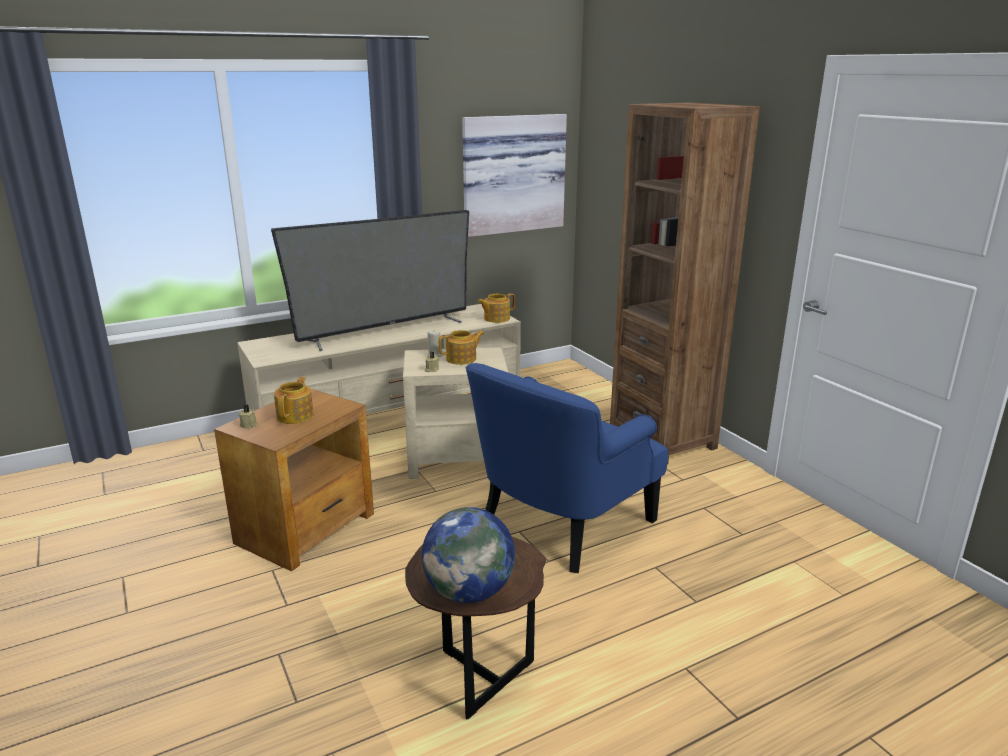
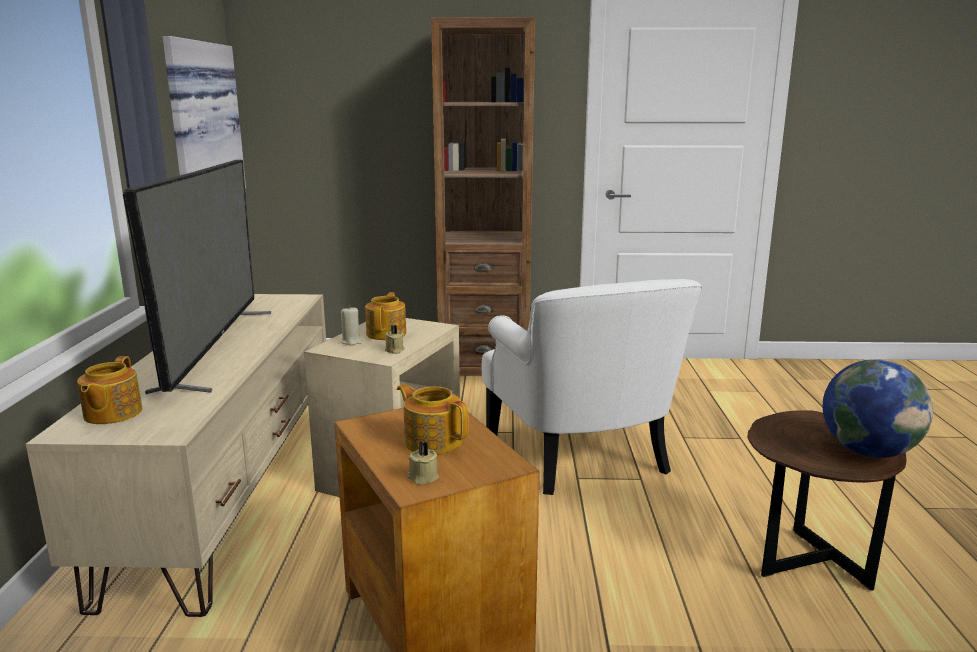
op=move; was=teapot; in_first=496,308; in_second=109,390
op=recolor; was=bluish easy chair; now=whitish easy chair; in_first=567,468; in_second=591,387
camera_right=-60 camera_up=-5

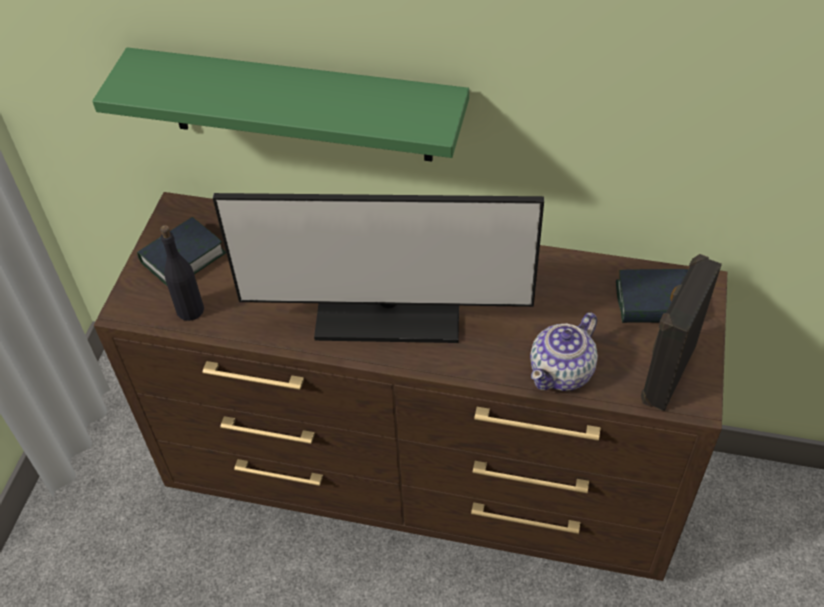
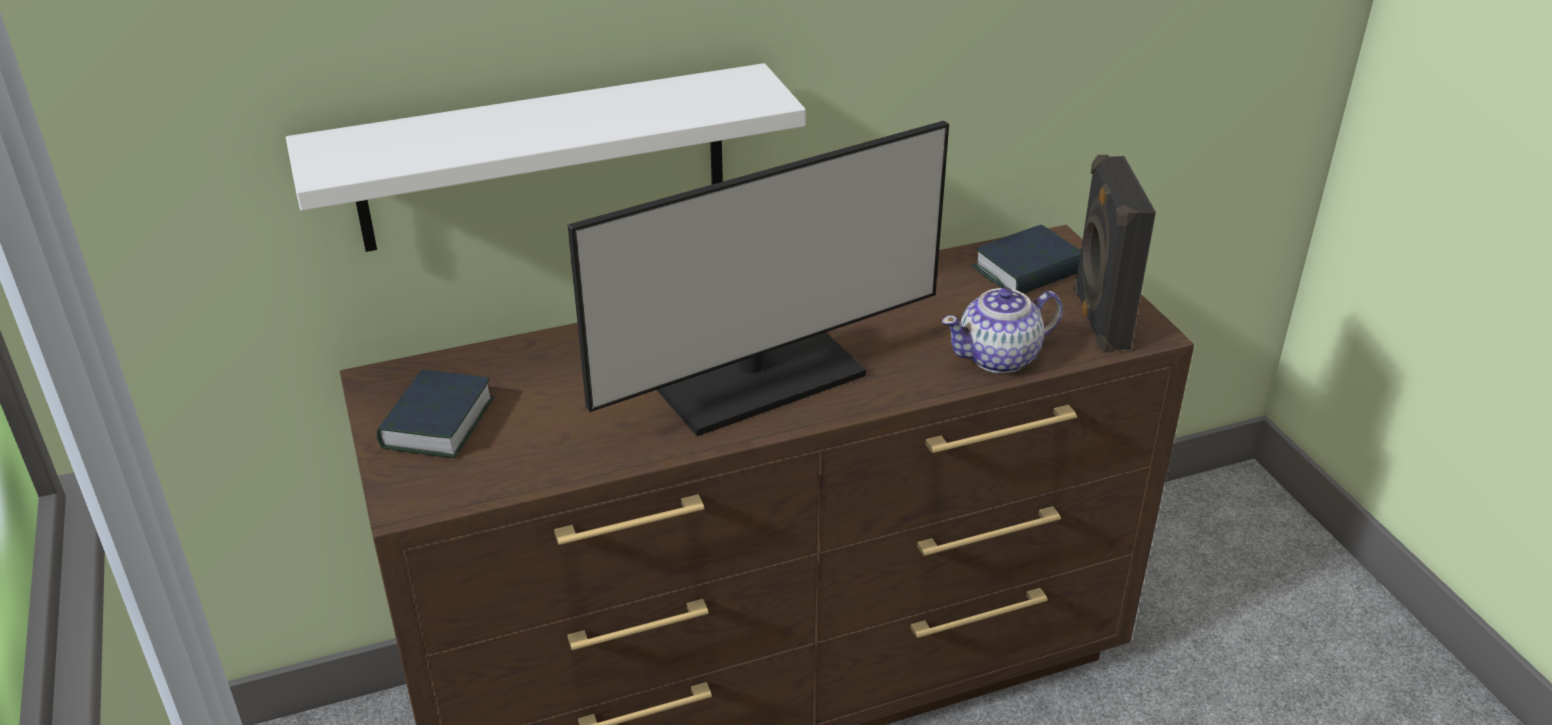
op=recolor; was=greenish shelf; now=whitish shelf; in_first=280,104; in_second=546,157
op=delete; was=black-coloured bottle; in_first=182,273
op=rotate; was=teapot; in_first=564,352; in_second=1002,330; clockwise=60
camera_right=-35 camera_up=-15

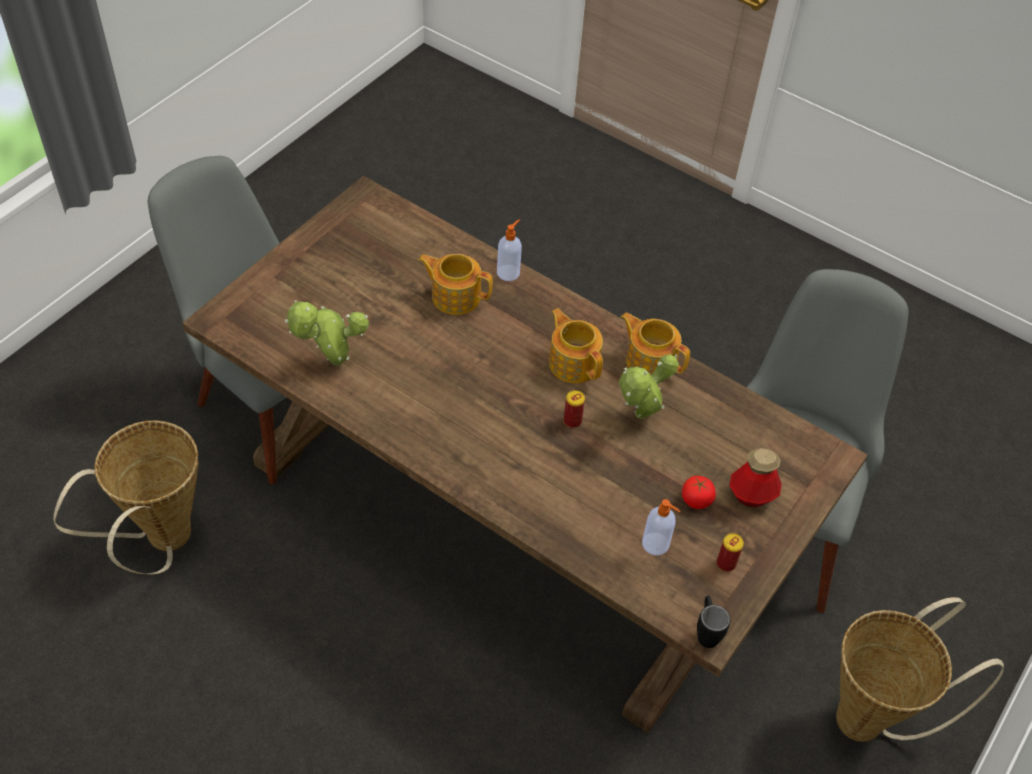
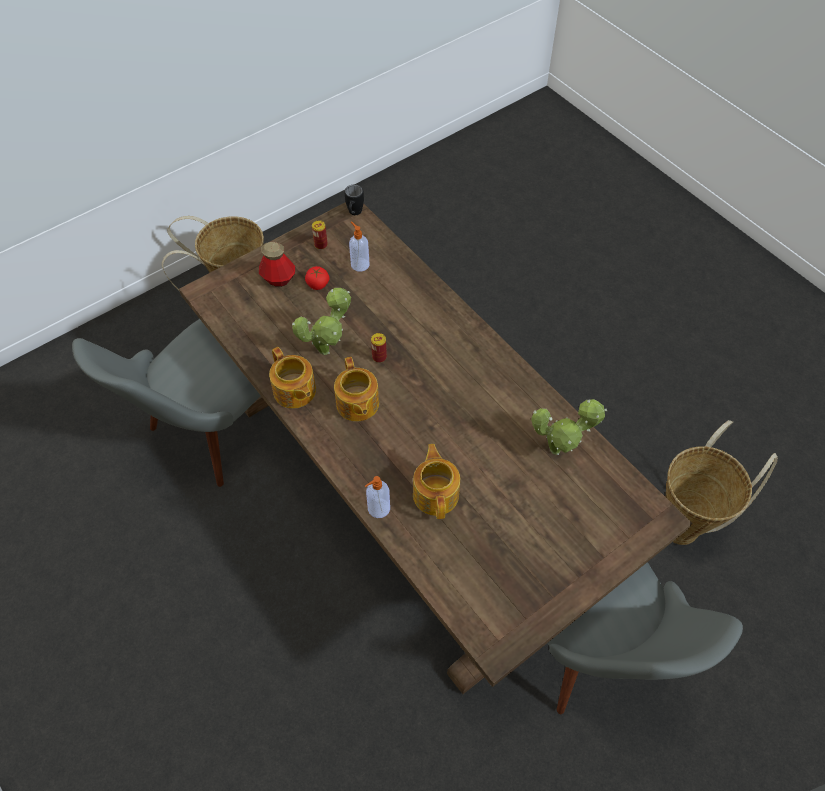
op=rotate; was=teapot; in_first=455,284; in_second=436,481; clockwise=-135
camera_right=-160 camera_up=5

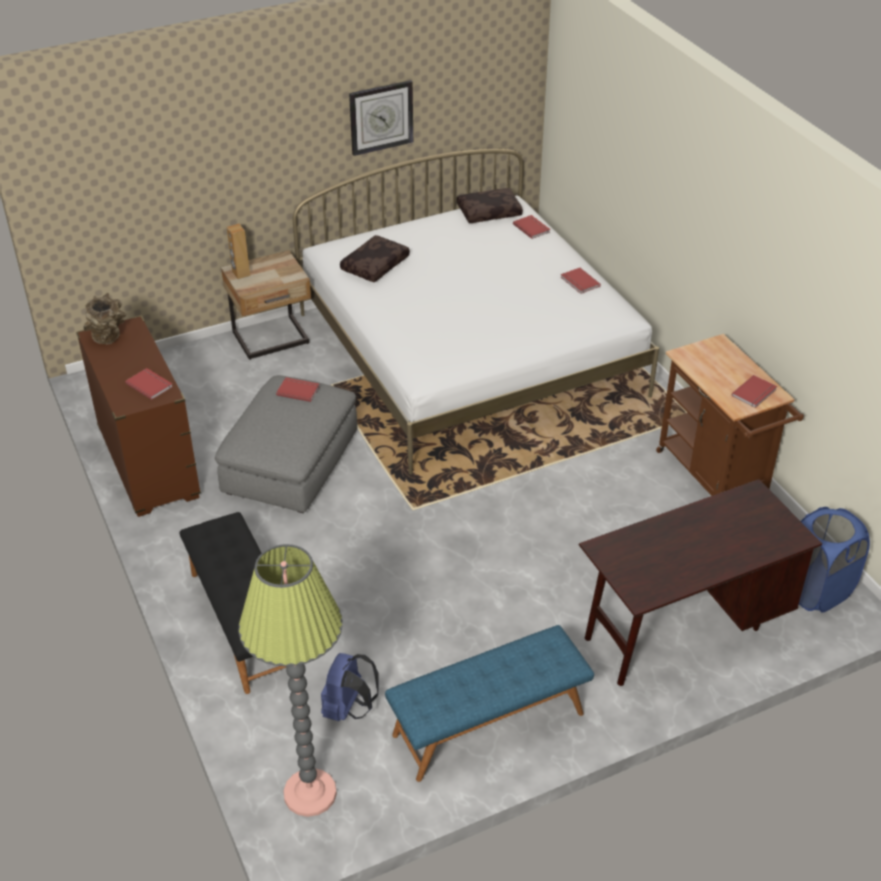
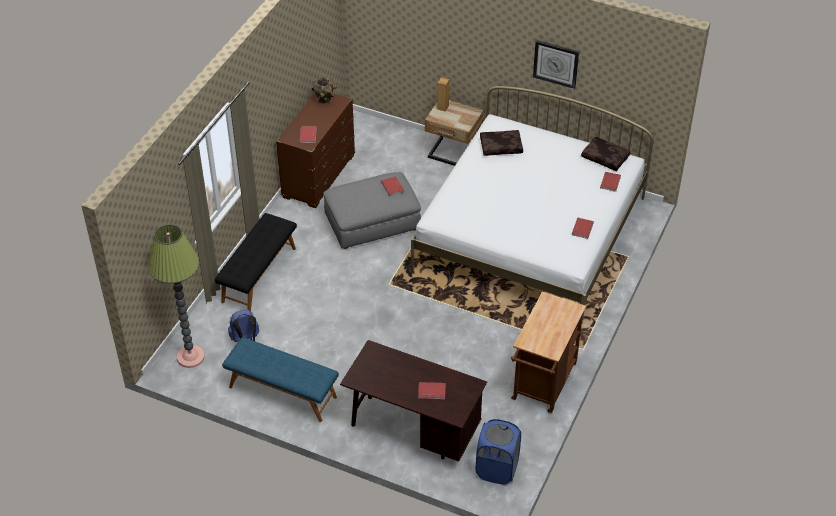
op=move; was=red-coloured bound book; in_first=754,391; in_second=432,390
camera_right=50 camera_up=5

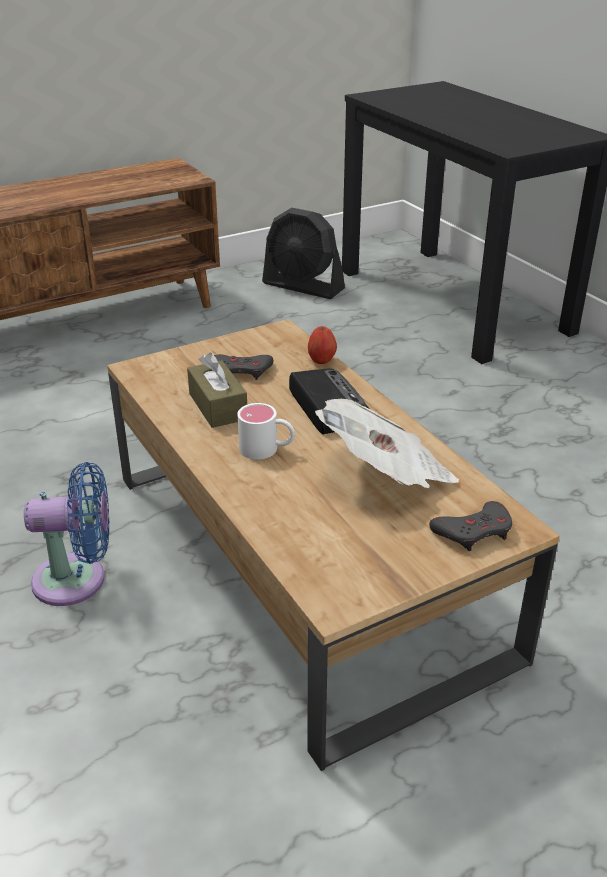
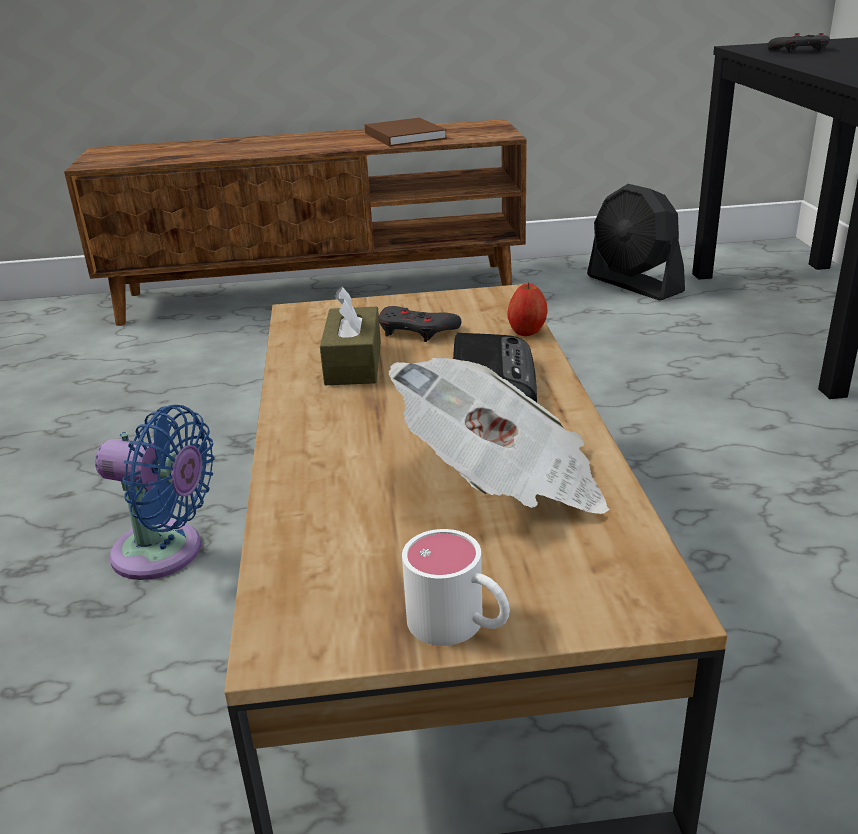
op=move; was=whitish tea mug; in_first=266,431; in_second=456,587
op=move; was=greyish gamepad; in_first=470,526; in_second=798,43
op=insert; now=brownish bound book; in_second=405,132
camera_right=25 camera_up=-5

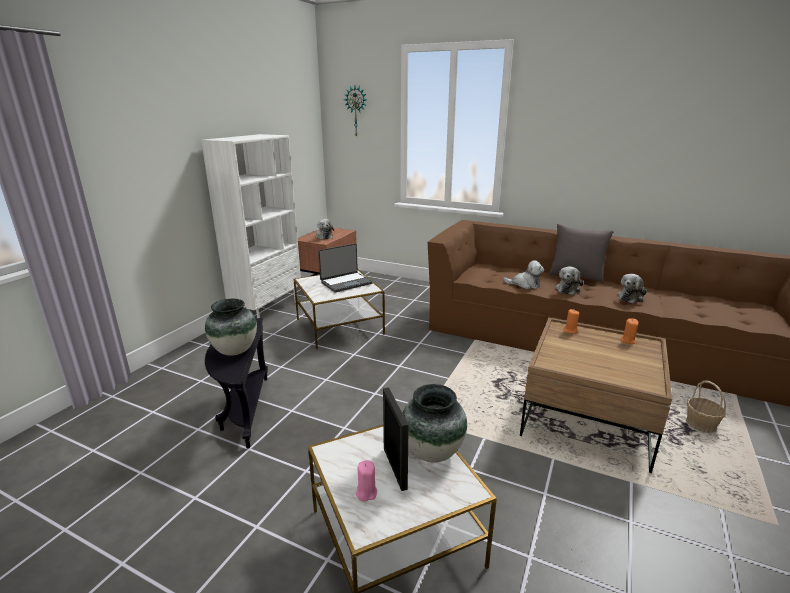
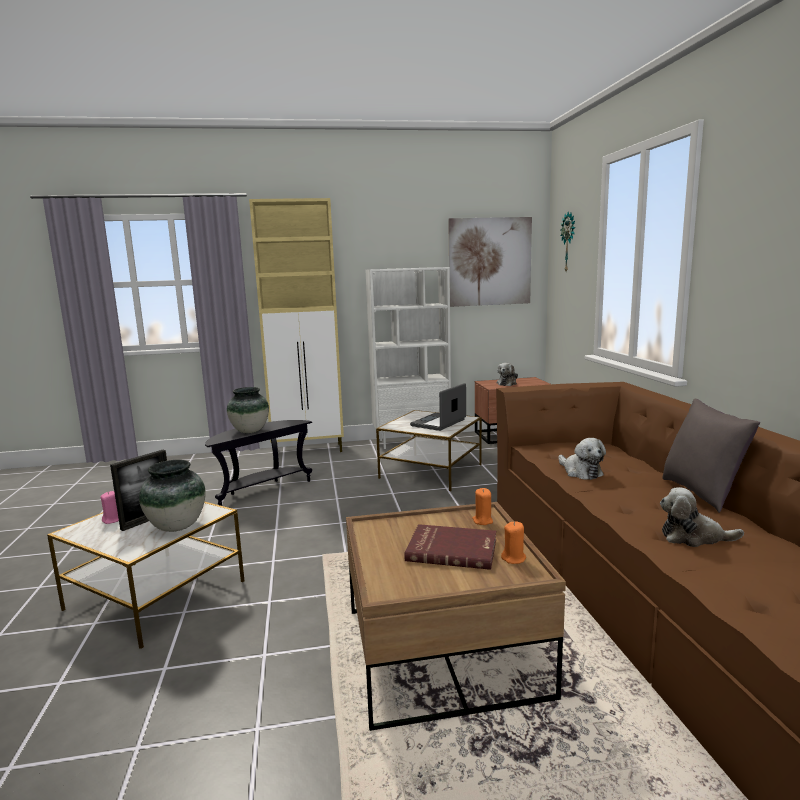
op=rotate; was=notebook computer; in_first=345,267; in_second=438,407; clockwise=105
op=delete; was=cuddly toy; in_first=569,280
op=delete; was=basket; in_first=706,406
op=insert; now=sand-coloured cupboard; in_second=296,325
op=insert; now=picture; in_second=490,262
op=insert; now=red-coloured bound book; in_second=450,547
camera_right=55 camera_up=-10

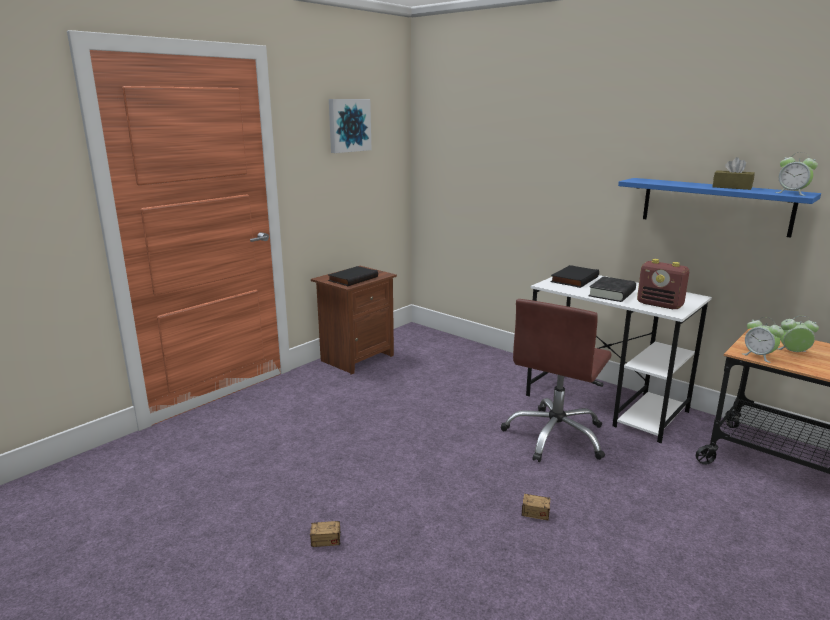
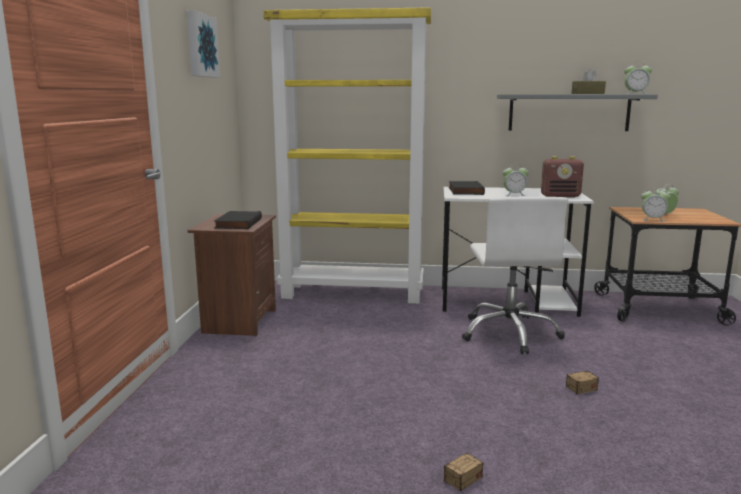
op=recolor; was=bluish shelf; now=greyish shelf; in_first=719,208; in_second=577,112
op=replace; was=black-coloured bound book; now=table clock; in_first=612,289; in_second=515,180
op=recolor; was=brownish office chair; now=whitish office chair; in_first=556,380; in_second=515,275
op=insert; now=yellow shelving unit; in_second=347,155
camera_right=-35 camera_up=-5

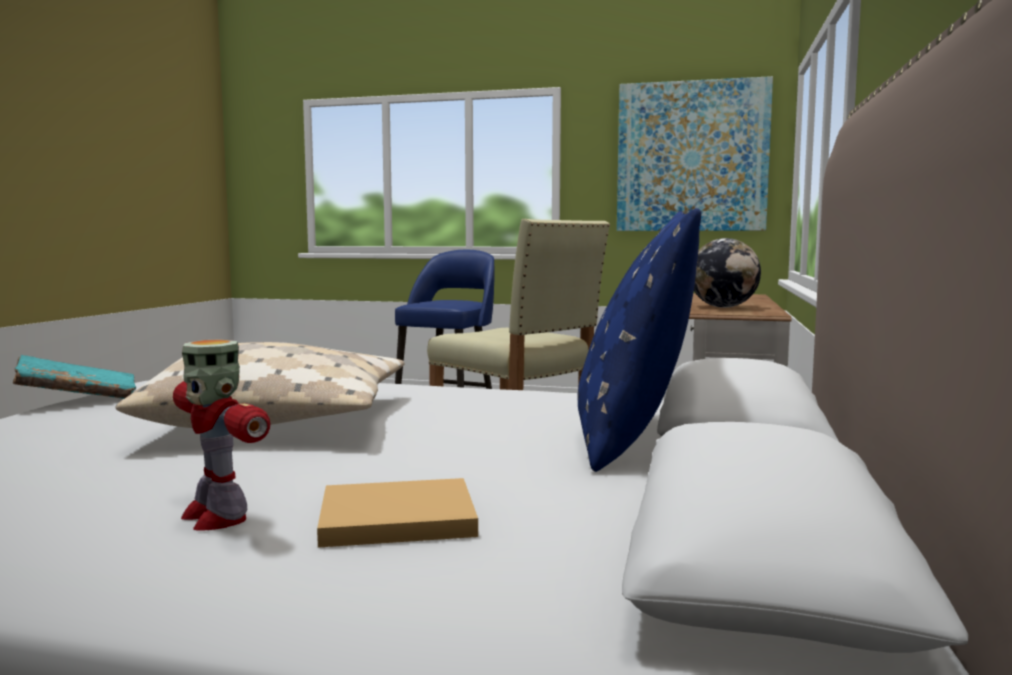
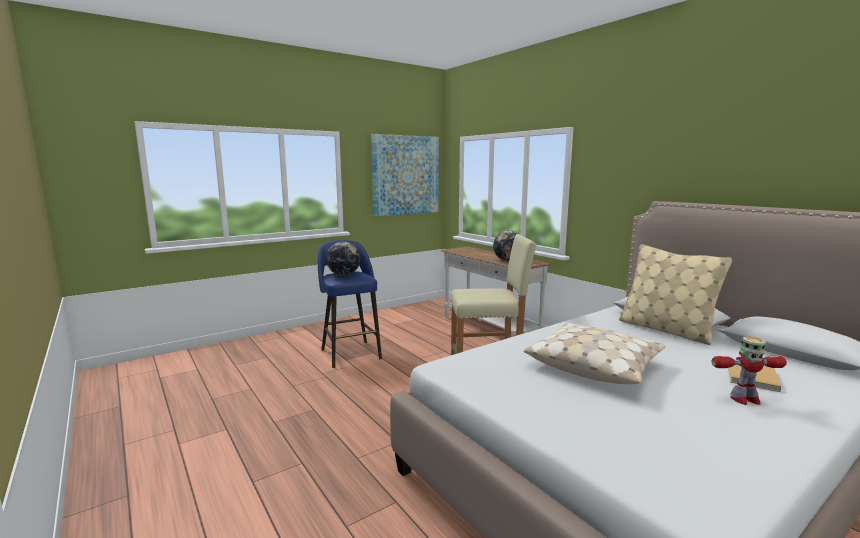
op=recolor; was=bluish pillow; now=sand-coloured pillow; in_first=639,340; in_second=675,294
op=delete; was=turquoise bound book; in_first=74,377
op=insert; now=globe; in_second=343,259
camera_right=-50 camera_up=5

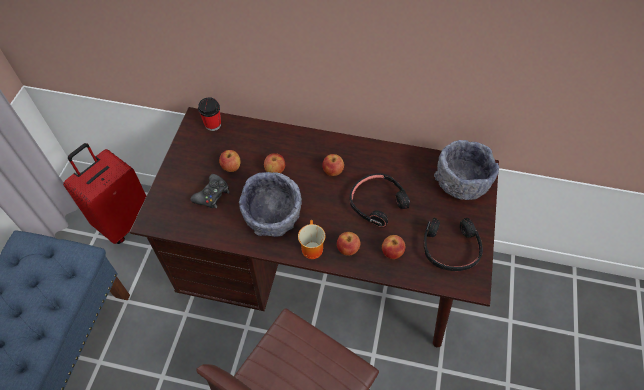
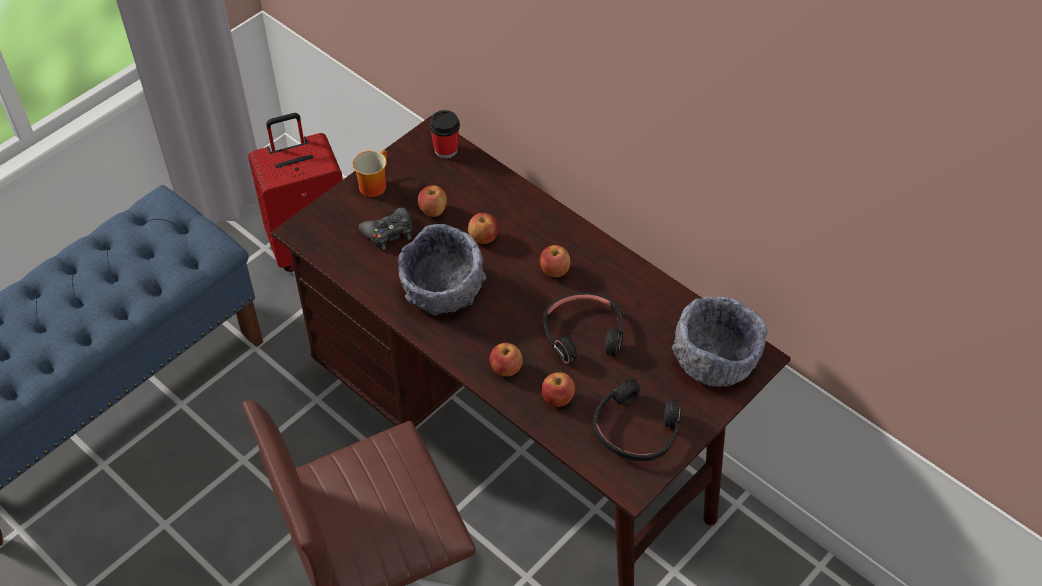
op=move; was=tea mug; in_first=312,239; in_second=369,173
camera_right=30 camera_up=-5

